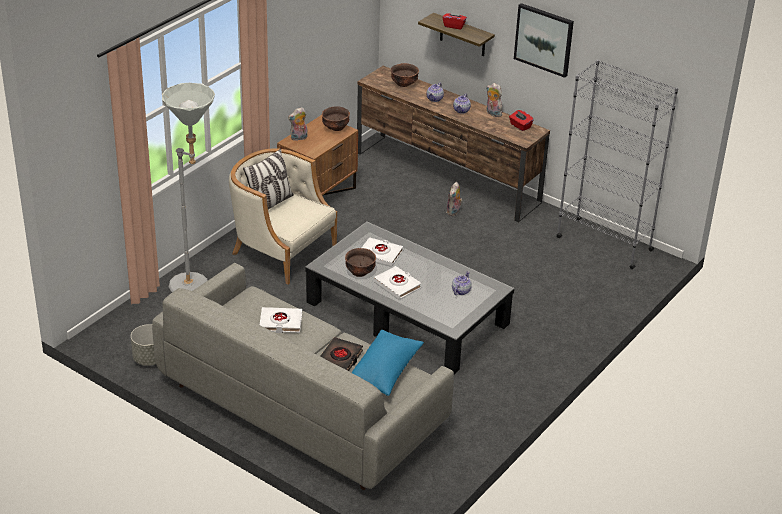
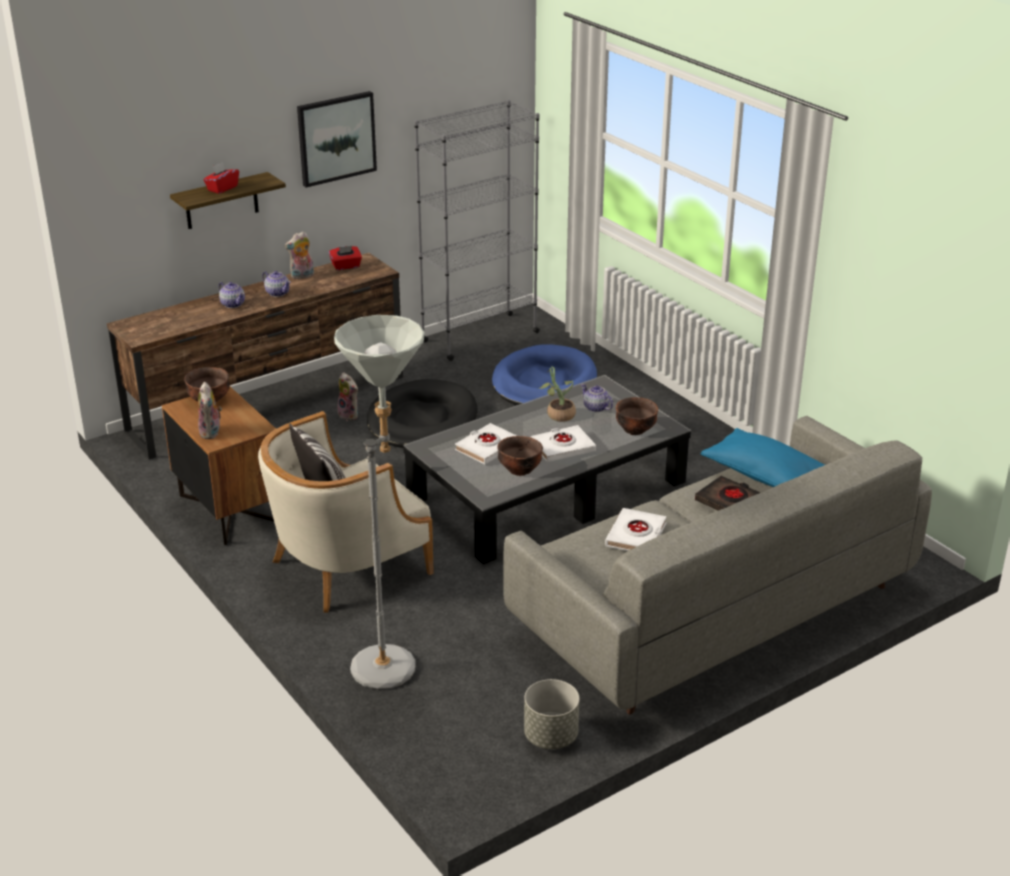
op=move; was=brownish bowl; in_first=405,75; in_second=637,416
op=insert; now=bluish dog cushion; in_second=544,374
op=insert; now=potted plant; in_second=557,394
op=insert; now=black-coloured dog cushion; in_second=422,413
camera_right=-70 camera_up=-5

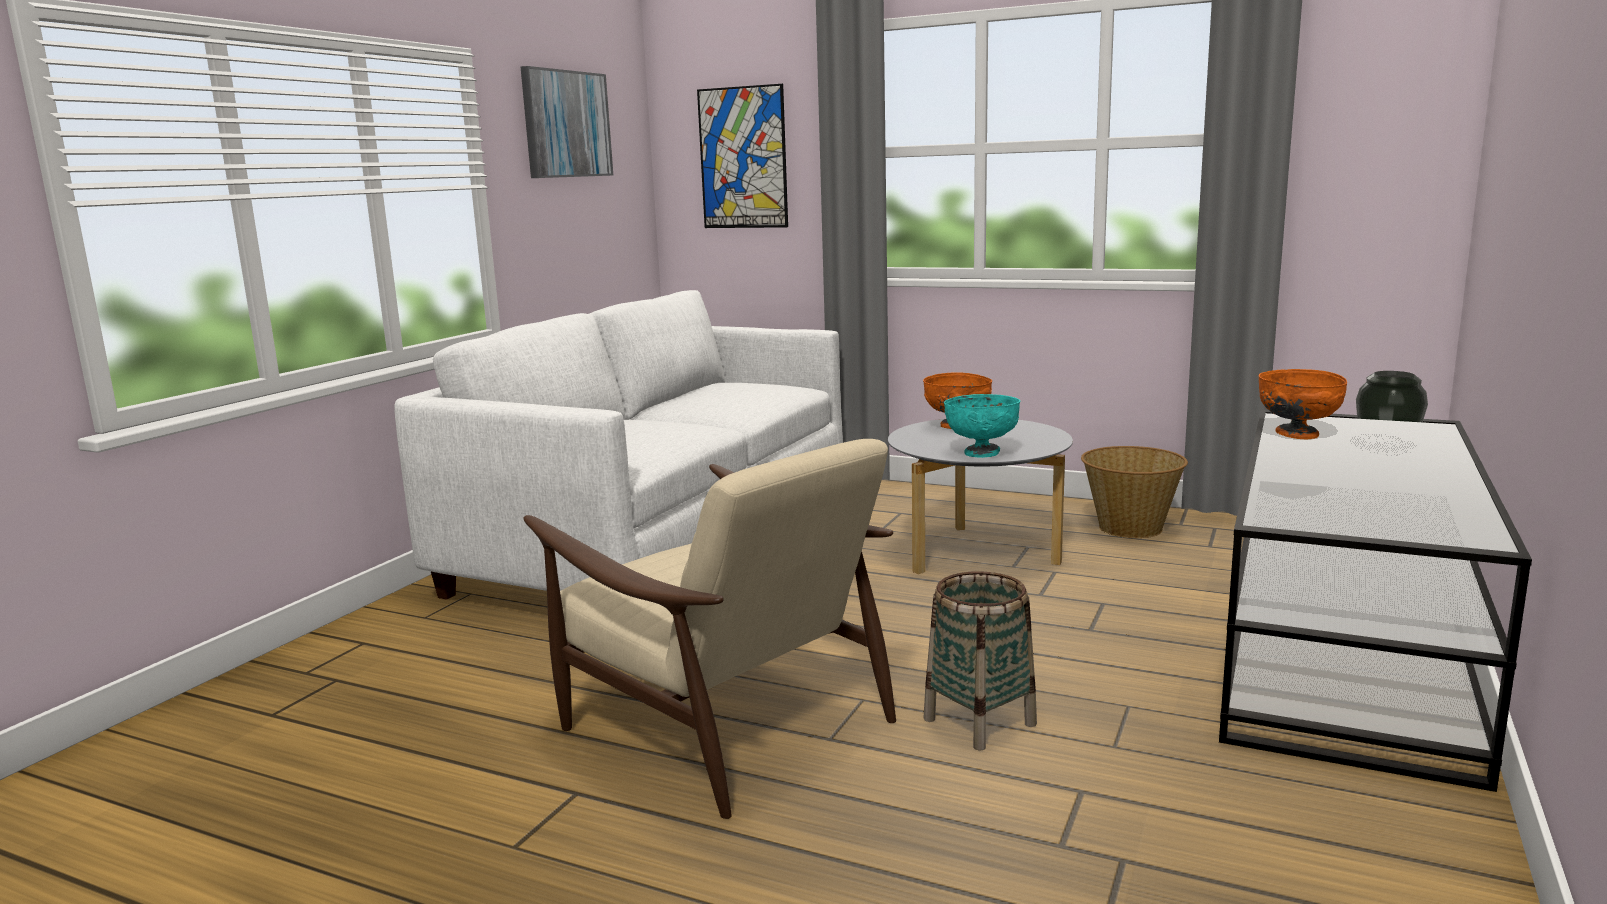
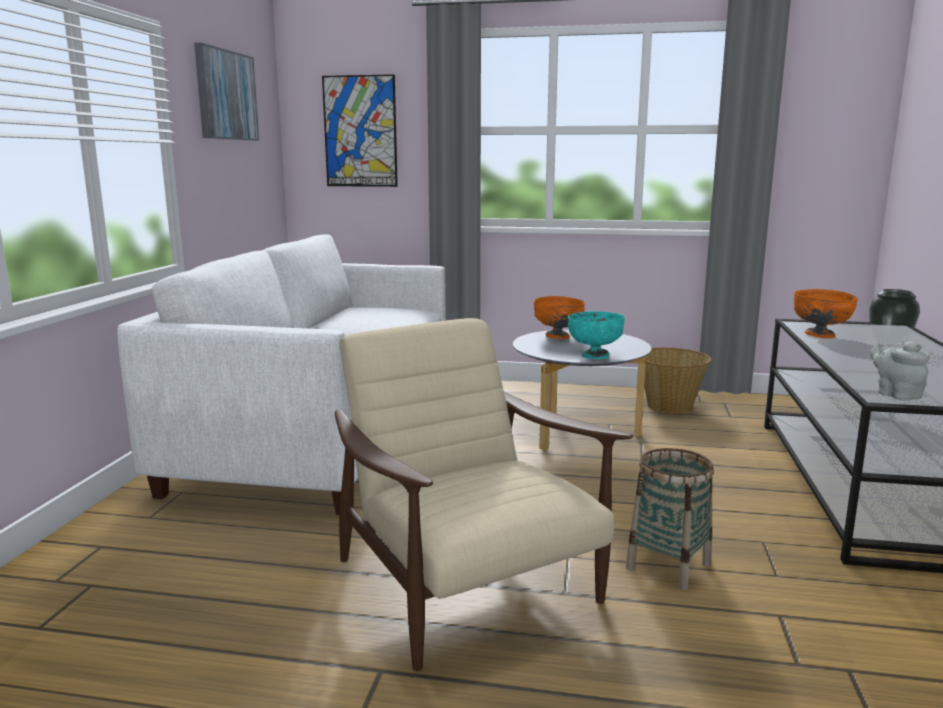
op=rotate; was=sand-coloured easy chair; in_first=710,629; in_second=484,494; clockwise=-150
op=insert; now=greyish teapot; in_second=900,371
camera_right=-15 camera_up=0

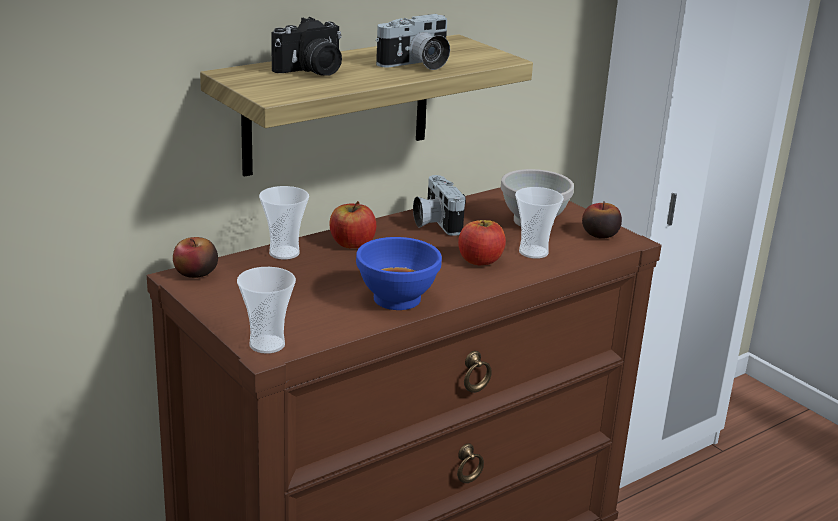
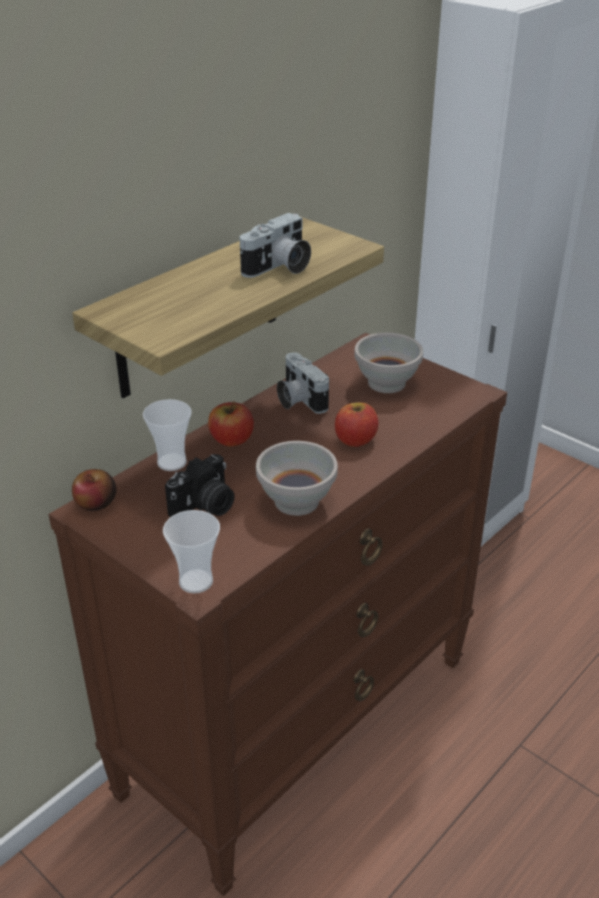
op=move; was=photo camera; in_first=306,46; in_second=200,485
op=delete; was=cup; in_first=539,223
op=delete; was=whole apple; in_first=602,220
op=recolor; was=bluish bowl; now=whitish bowl; in_first=399,273; in_second=297,478
camera_right=-10 camera_up=10

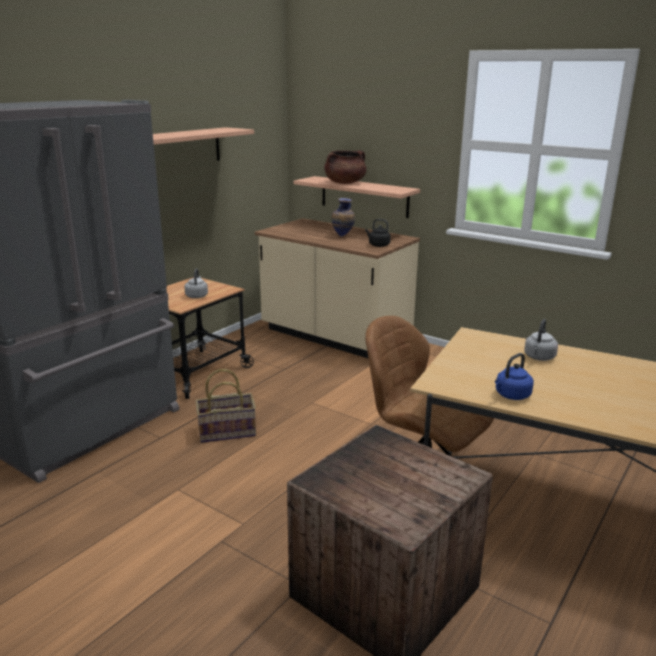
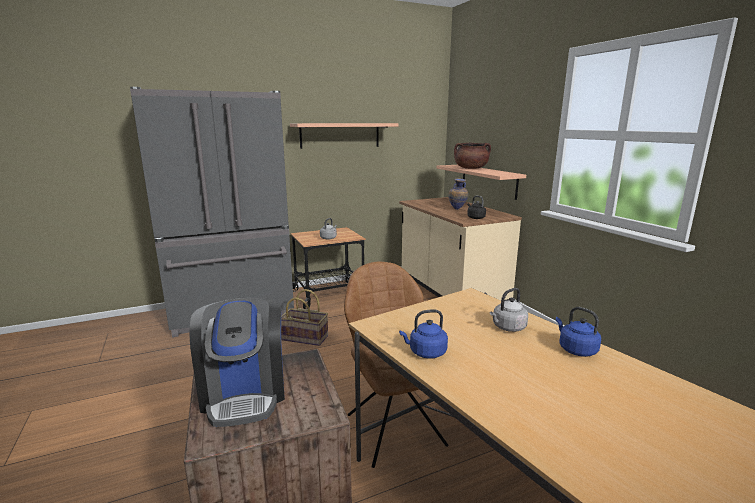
op=insert; now=coffee brewer; in_second=237,362
op=insert; now=bluish tea kettle; in_second=578,332
camera_right=30 camera_up=-5

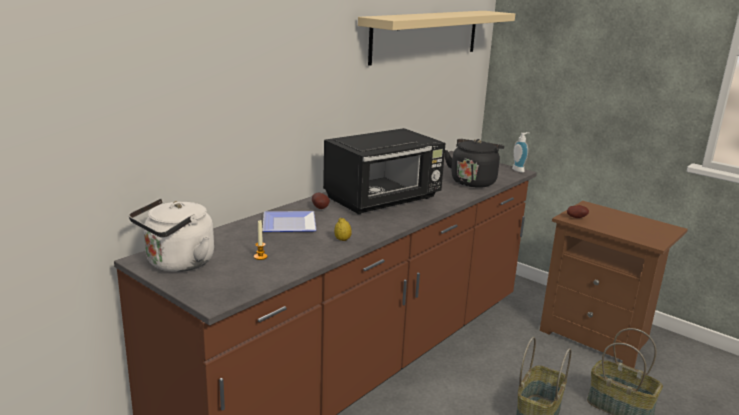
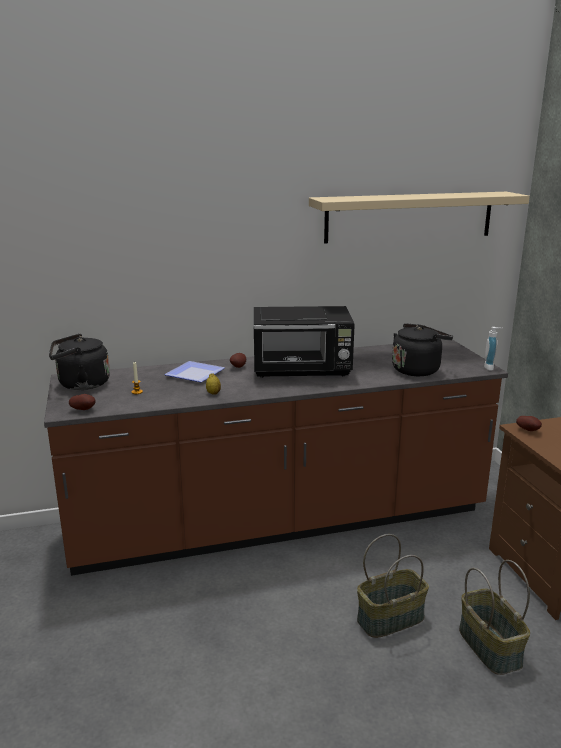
op=recolor; was=whitish tea kettle; now=black-coloured tea kettle; in_first=171,235; in_second=79,362
op=insert; now=spud; in_second=82,402
camera_right=35 camera_up=0

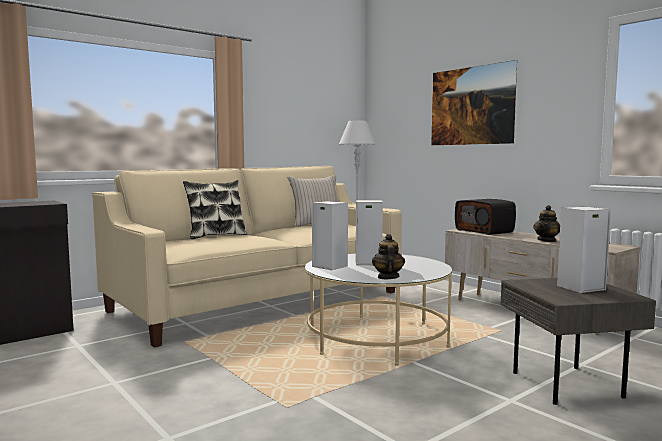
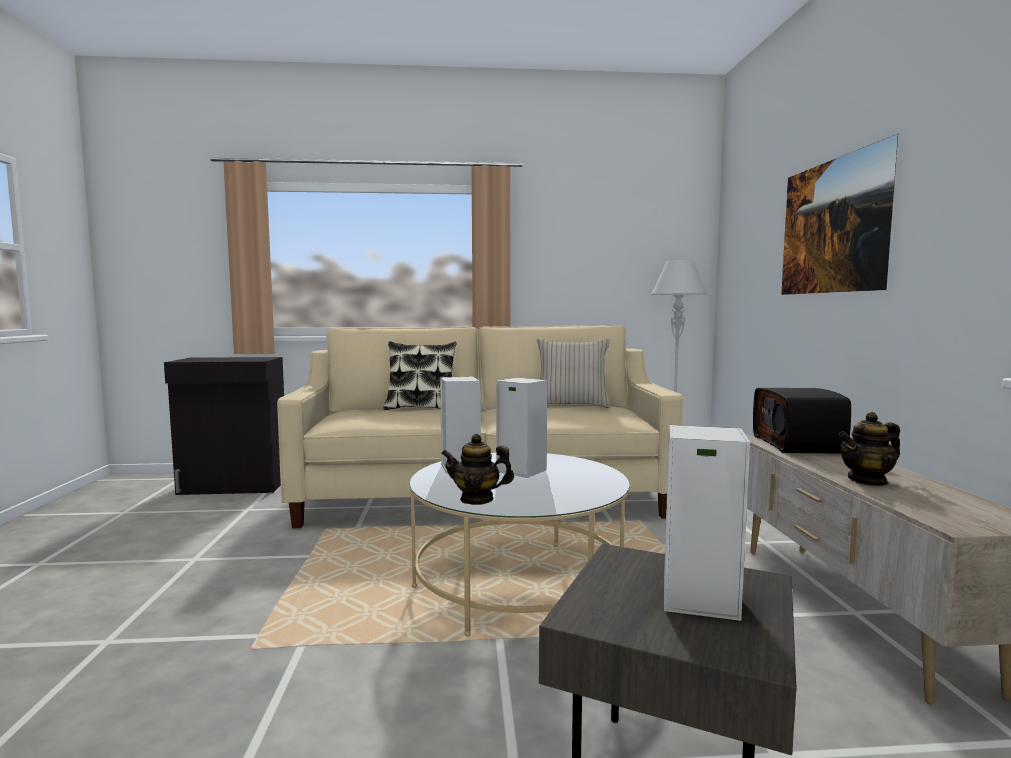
op=rotate; was=teapot; in_first=388,256; in_second=477,469; clockwise=-120
camera_right=35 camera_up=0

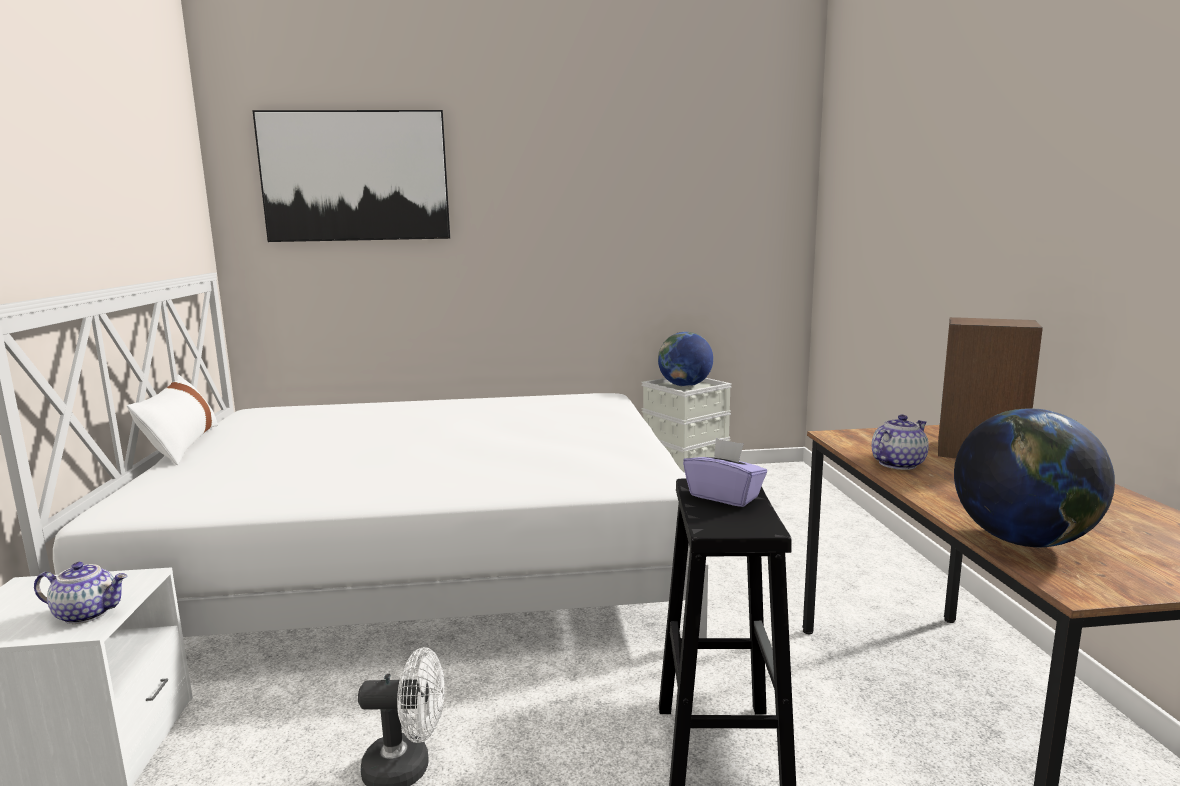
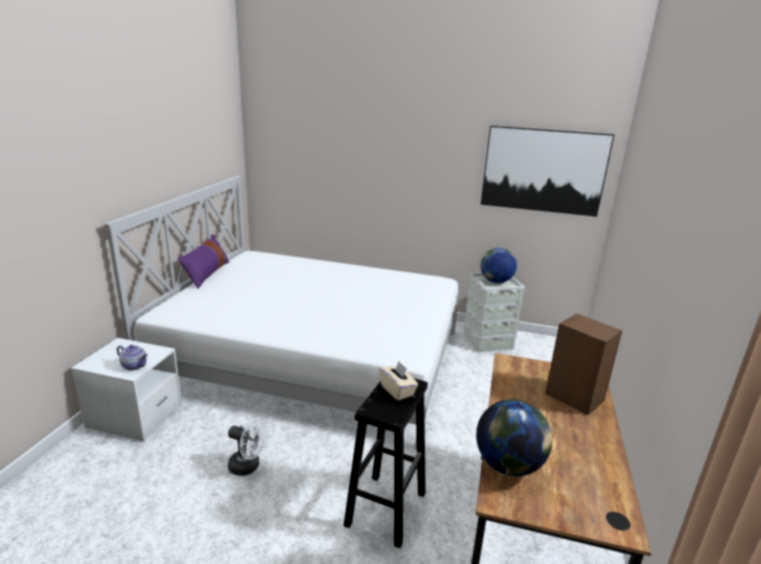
op=move; was=picture; in_first=351,176; in_second=547,171
op=recolor; was=whitish pillow; now=purplish pillow; in_first=172,419; in_second=203,261
op=delete; was=teapot; in_first=900,442
op=recolor; was=purplish tissue holder; now=sand-coloured tissue holder; in_first=725,472; in_second=398,381
camera_right=20 camera_up=10

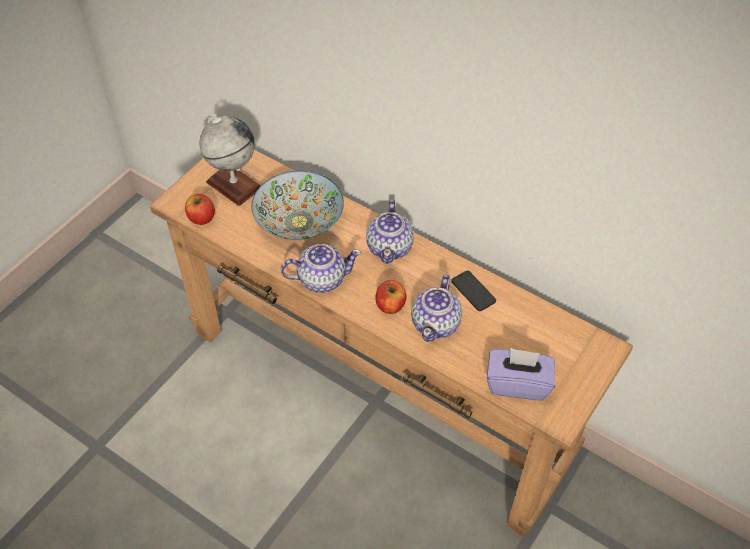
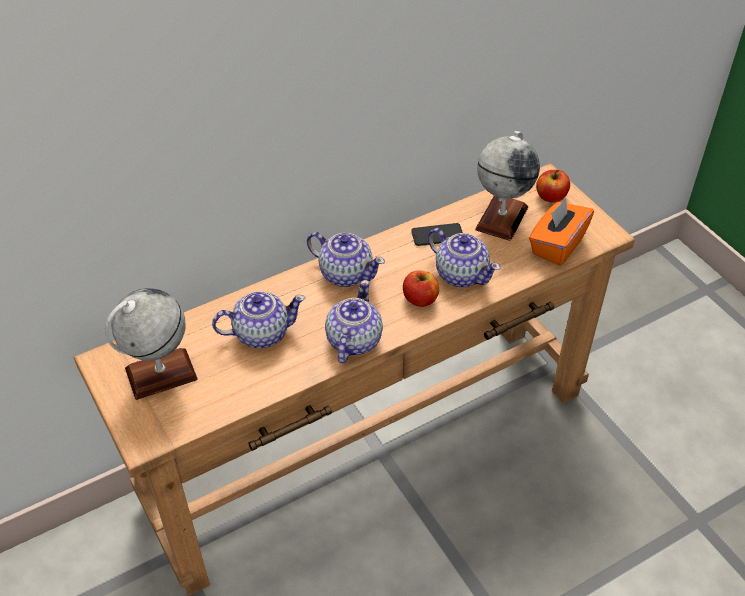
op=replace; was=bowl; now=teapot; in_first=298,205; in_second=258,319
op=move; was=whole apple; in_first=200,209; in_second=553,186
op=recolor; was=purplish tissue holder; now=orangey tissue holder; in_first=521,374; in_second=561,232
op=insert; now=globe; in_second=507,186
camera_right=-65 camera_up=-5

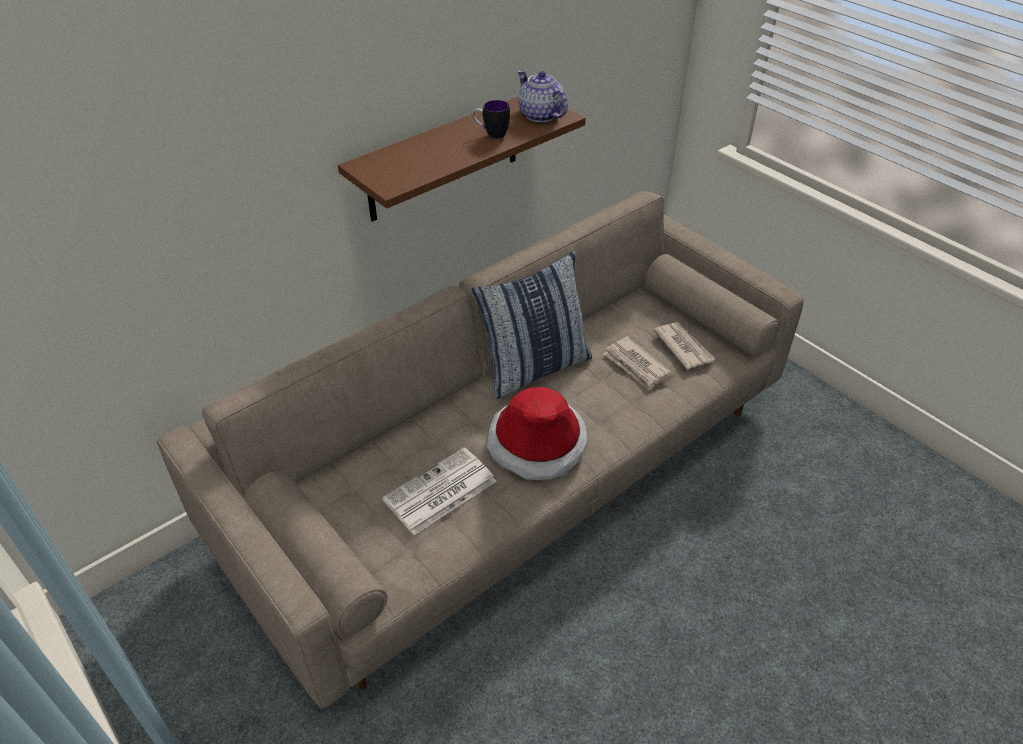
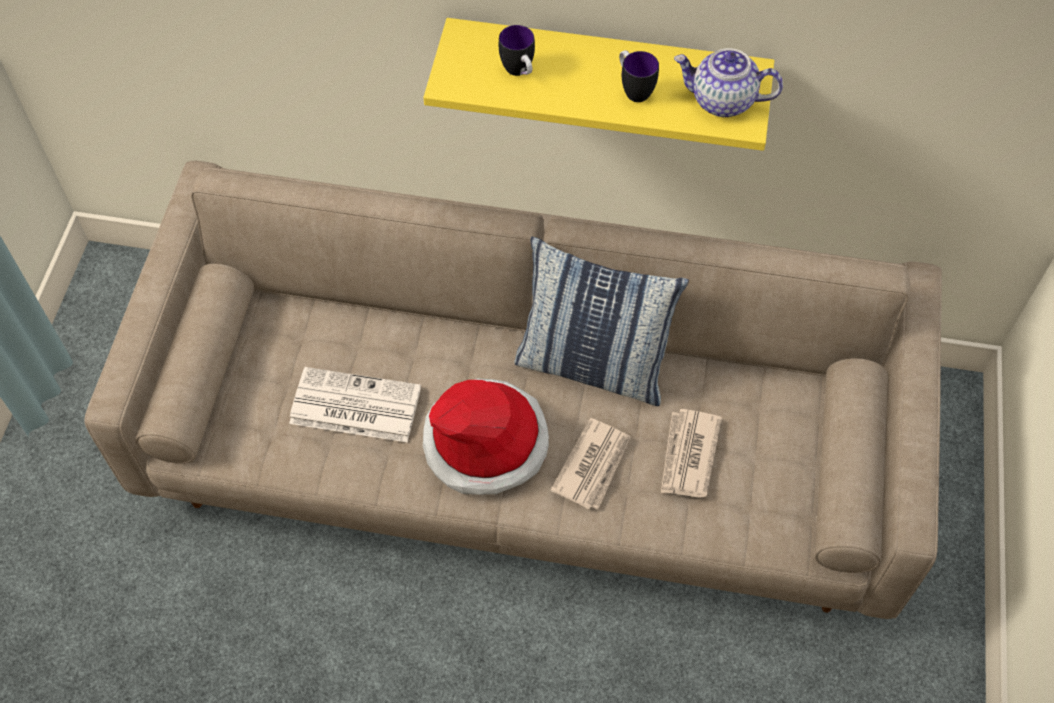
op=rotate; was=teapot; in_first=542,96; in_second=728,82; clockwise=-90
op=recolor; was=brownish shelf; now=yellow shelf; in_first=462,159; in_second=598,84
op=move; was=newspaper; in_first=684,346; in_second=590,463
op=insert; now=tea mug; in_second=517,50
camera_right=50 camera_up=15

